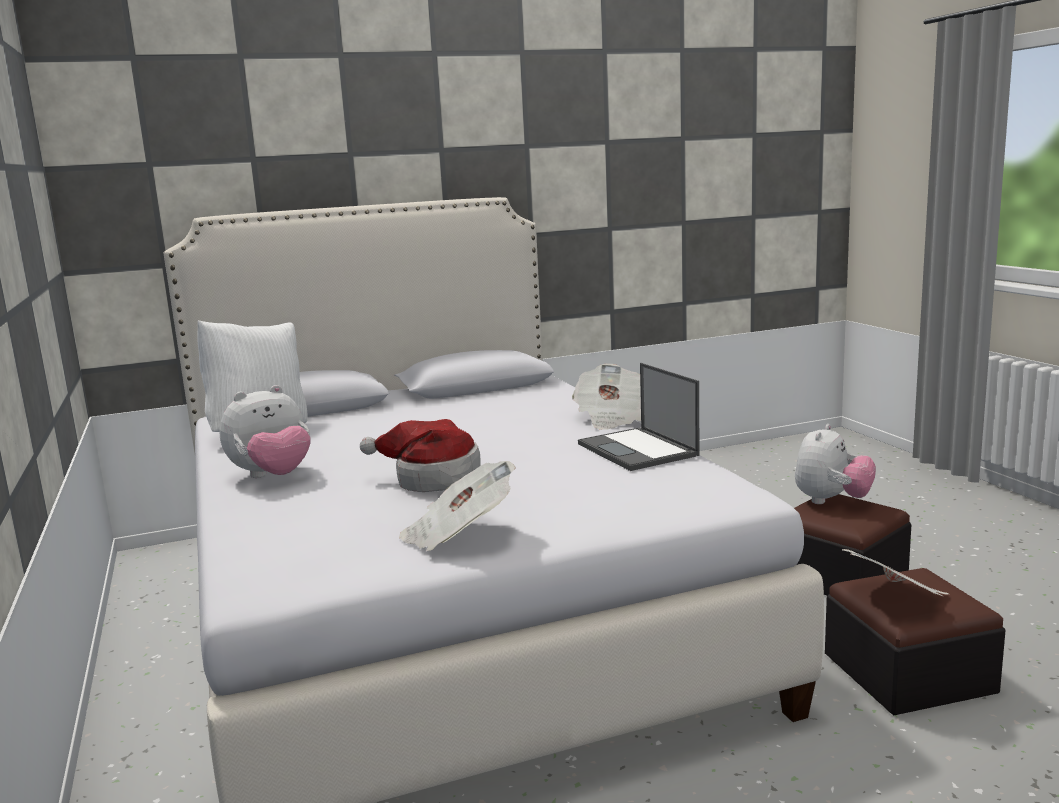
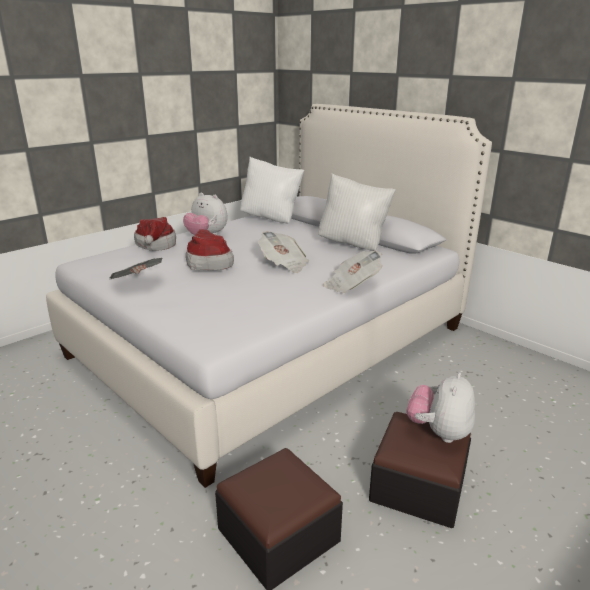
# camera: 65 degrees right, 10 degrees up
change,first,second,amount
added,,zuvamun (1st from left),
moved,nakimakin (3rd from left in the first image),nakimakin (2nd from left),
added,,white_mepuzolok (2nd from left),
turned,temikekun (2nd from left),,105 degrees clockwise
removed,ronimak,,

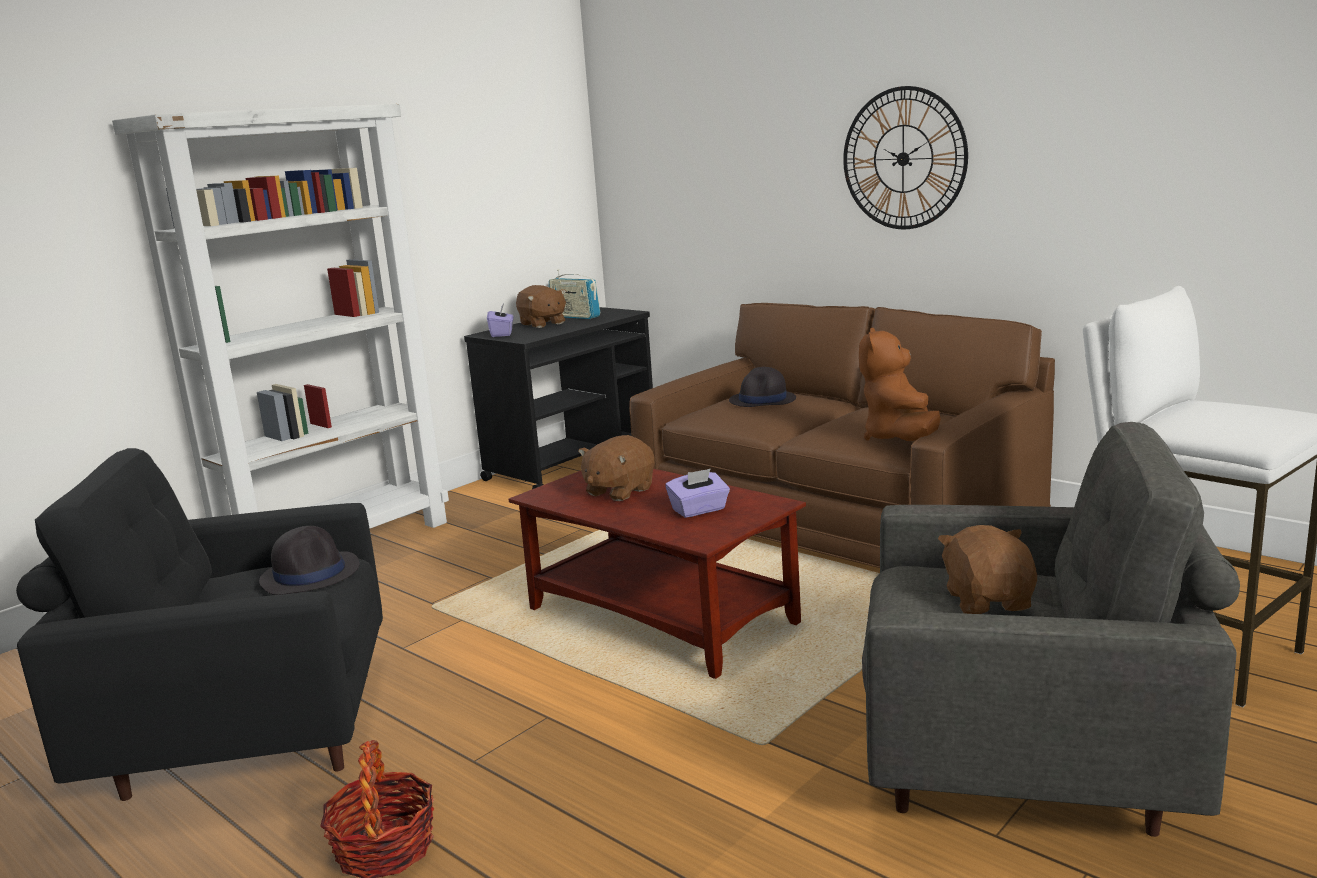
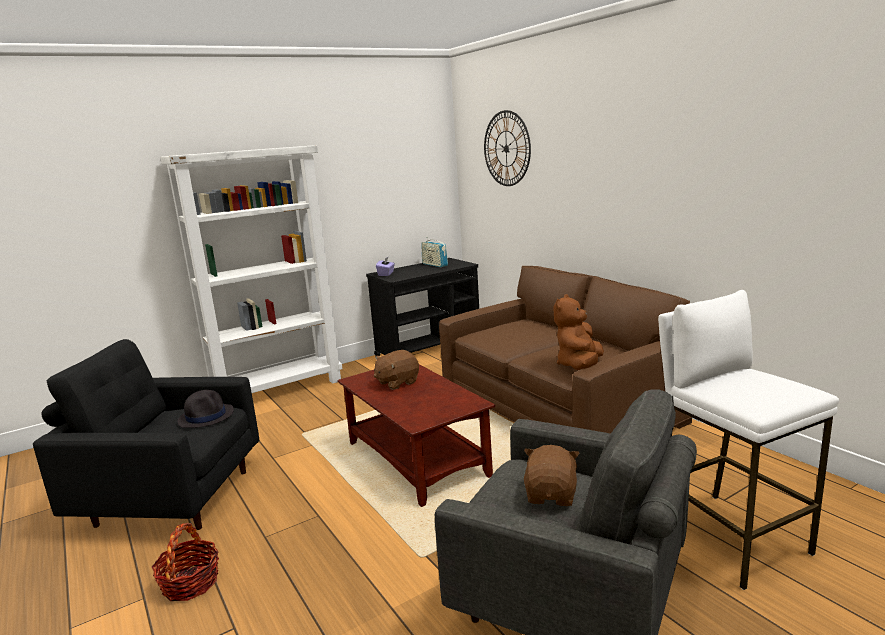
# camera: 15 degrees right, 0 degrees up
change,first,second,amount
moved,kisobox,,
removed,brown_temikekun (1st from left),,
removed,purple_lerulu (2nd from left),,
removed,black_zuvamun (2nd from left),,

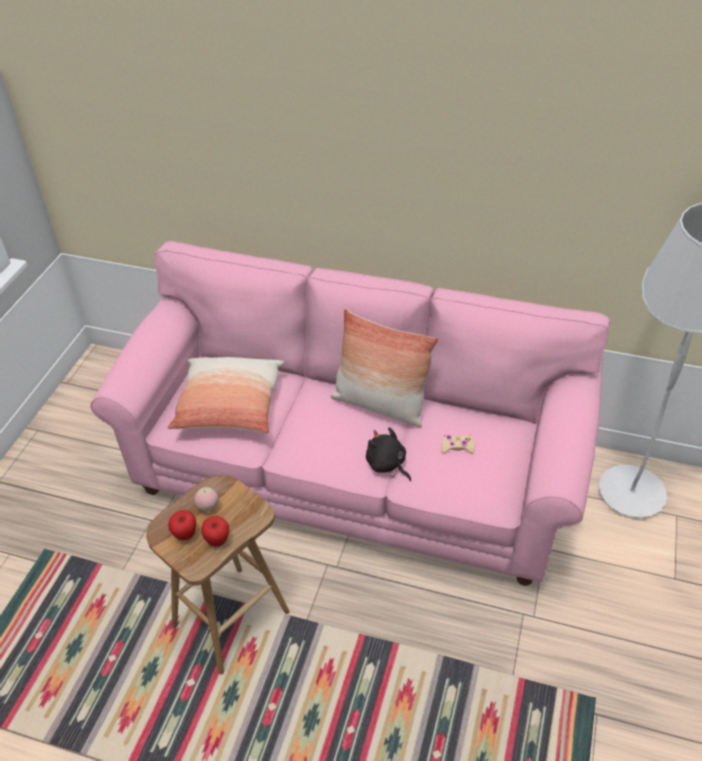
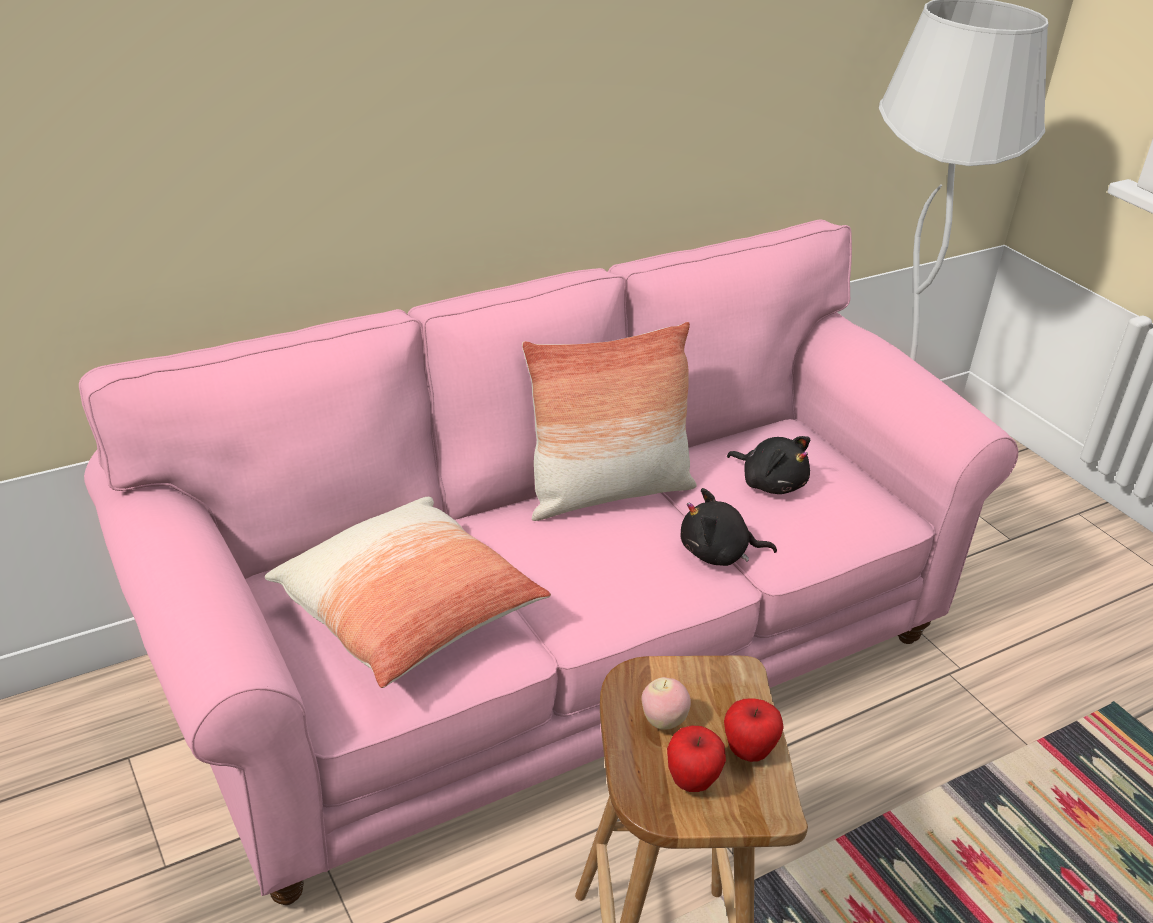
# camera: 50 degrees left, 10 degrees down
change,first,second,amount
replaced,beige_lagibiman,black_temikekun (2nd from left),

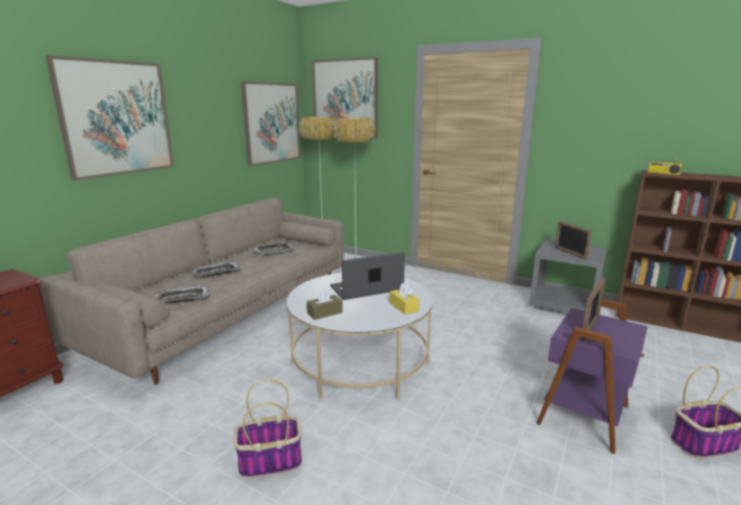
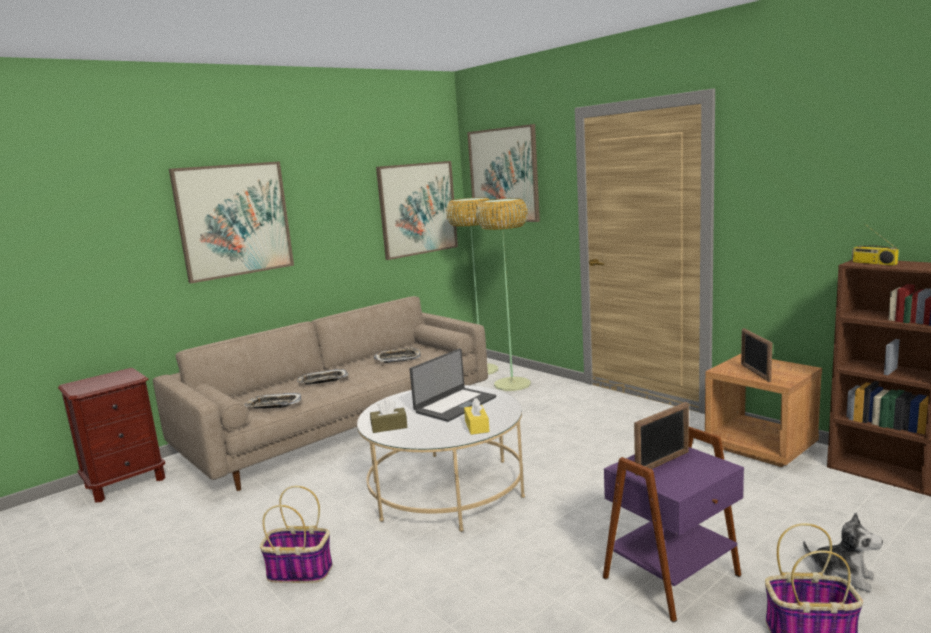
# camera: 20 degrees right, 5 degrees down
change,first,second,amount
turned,ronimak,,135 degrees clockwise
recoloured,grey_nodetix,brown_nodetix (2nd from left),
added,,temikekun,

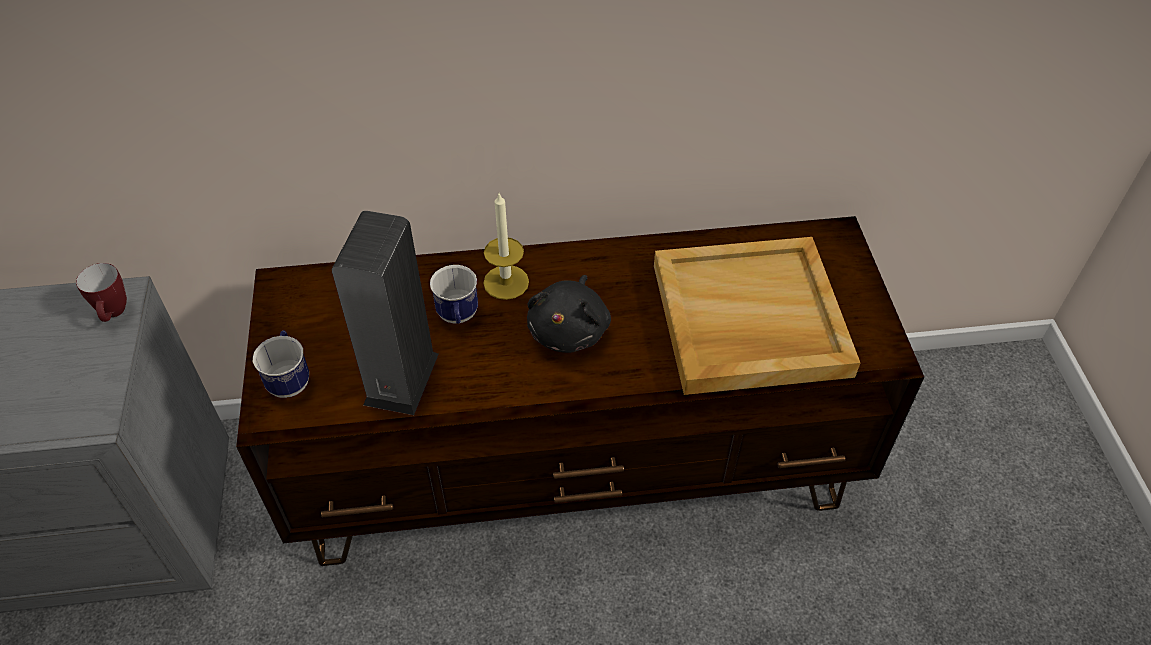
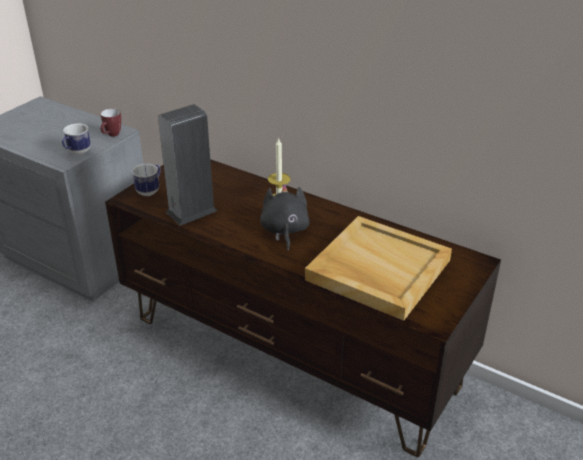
# camera: 40 degrees right, 15 degrees down
change,first,second,amount
moved,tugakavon (3rd from left in the first image),tugakavon (1st from left),
turned,black_temikekun,,120 degrees clockwise

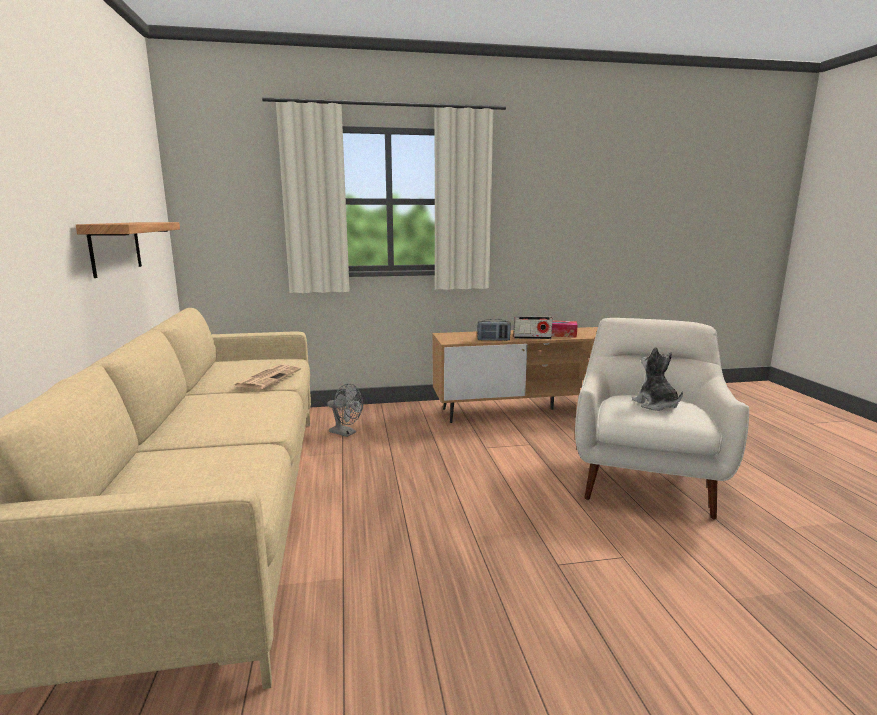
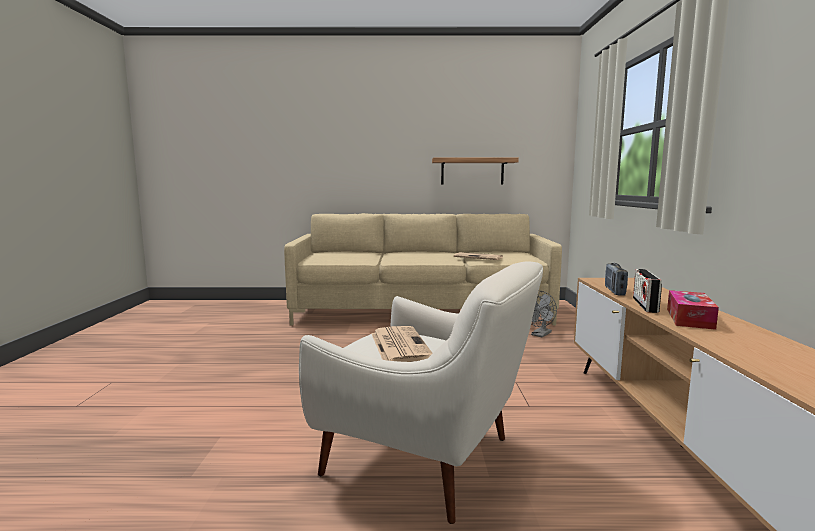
# camera: 100 degrees right, 5 degrees down
change,first,second,amount
replaced,temikekun,nakimakin (1st from left),

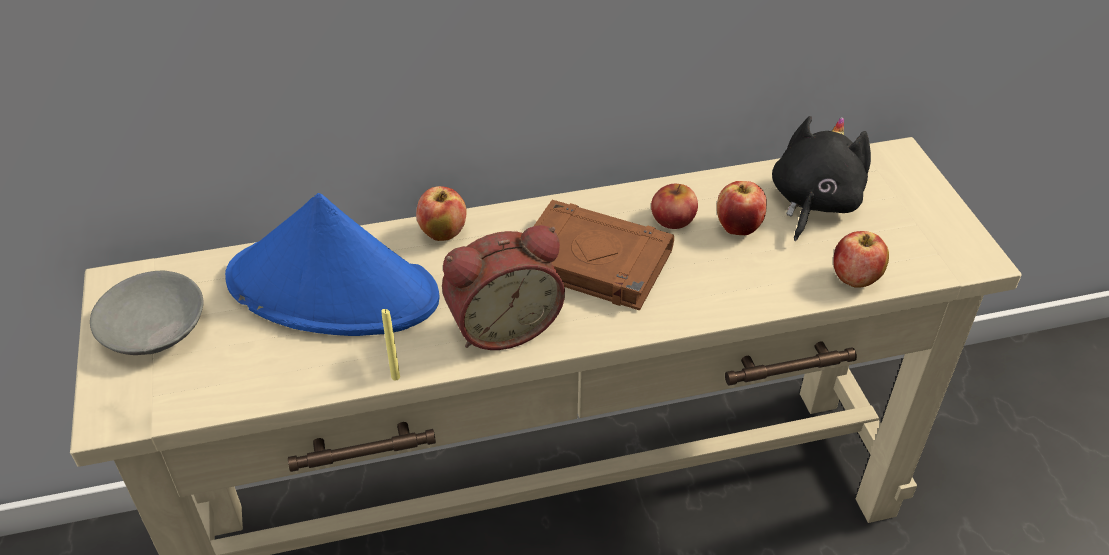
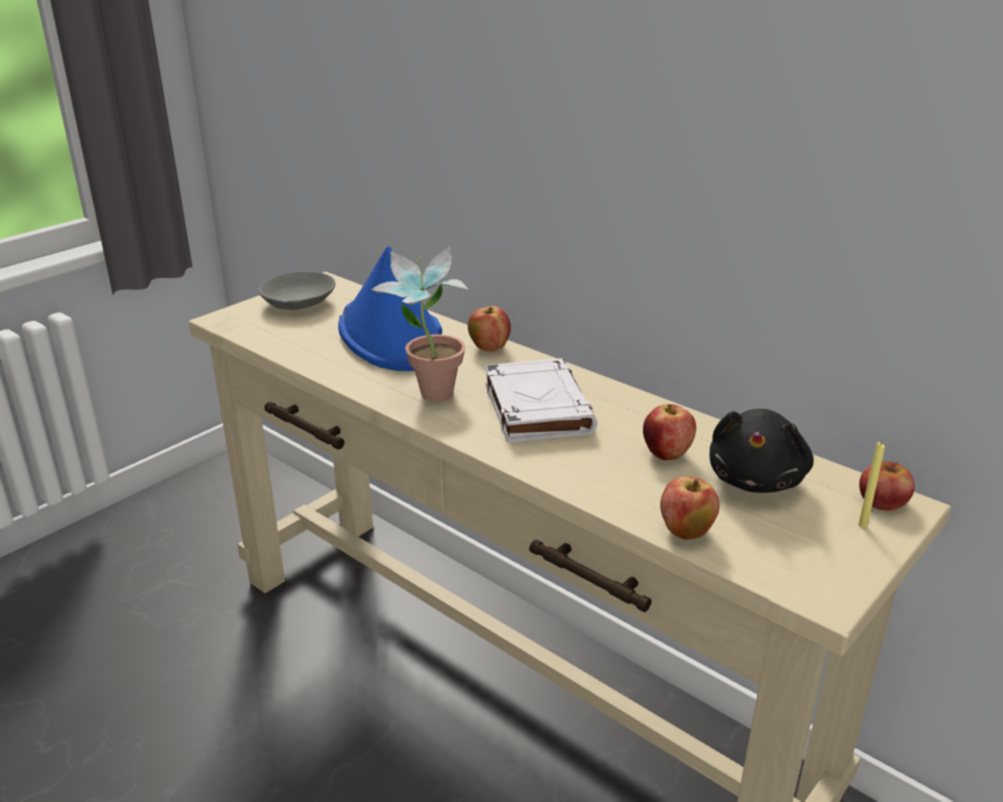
# camera: 55 degrees right, 15 degrees down
change,first,second,amount
replaced,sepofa,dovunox,
recoloured,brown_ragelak,white_ragelak,
turned,black_temikekun,,120 degrees clockwise
moved,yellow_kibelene,,
moved,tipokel (2nd from left in the first image),tipokel (4th from left),

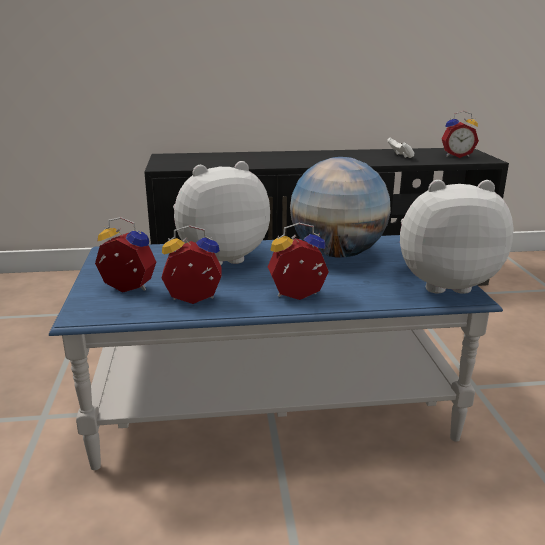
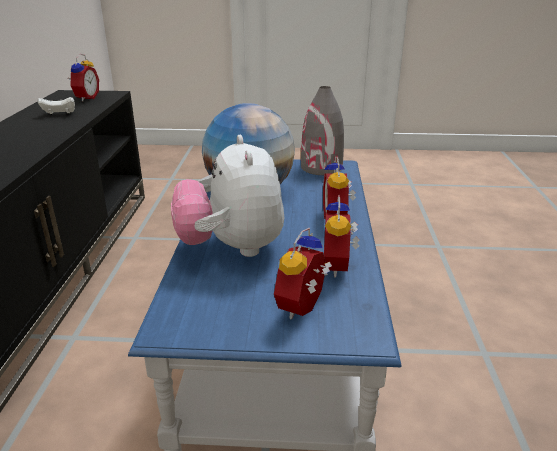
# camera: 80 degrees left, 5 degrees up
change,first,second,amount
replaced,temikekun (2nd from left),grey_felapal,

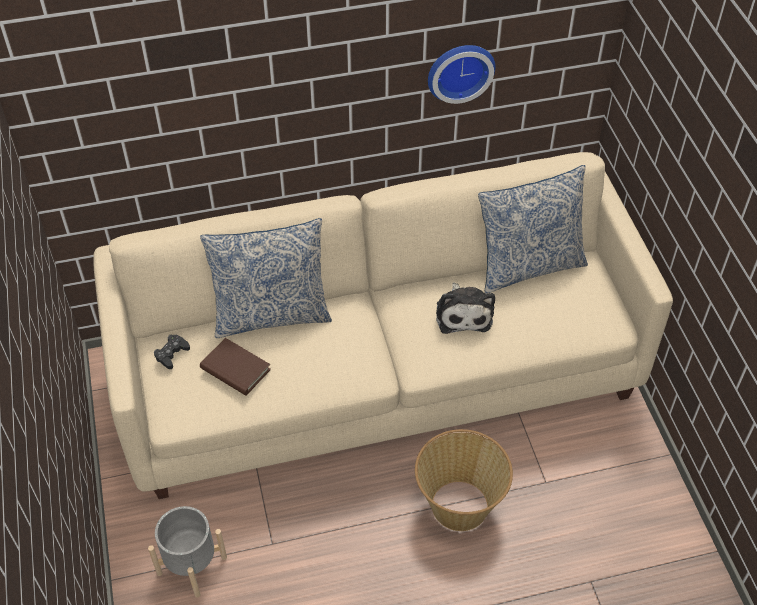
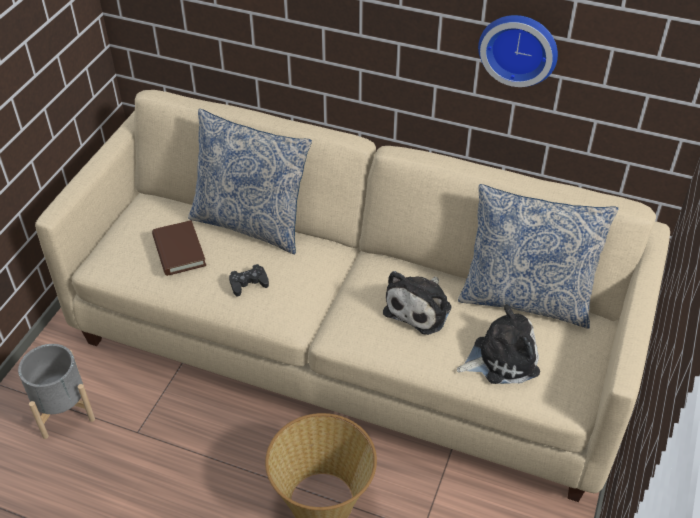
# camera: 35 degrees right, 5 degrees down
change,first,second,amount
moved,black_lagibiman,,
added,,temikekun (2nd from left),

